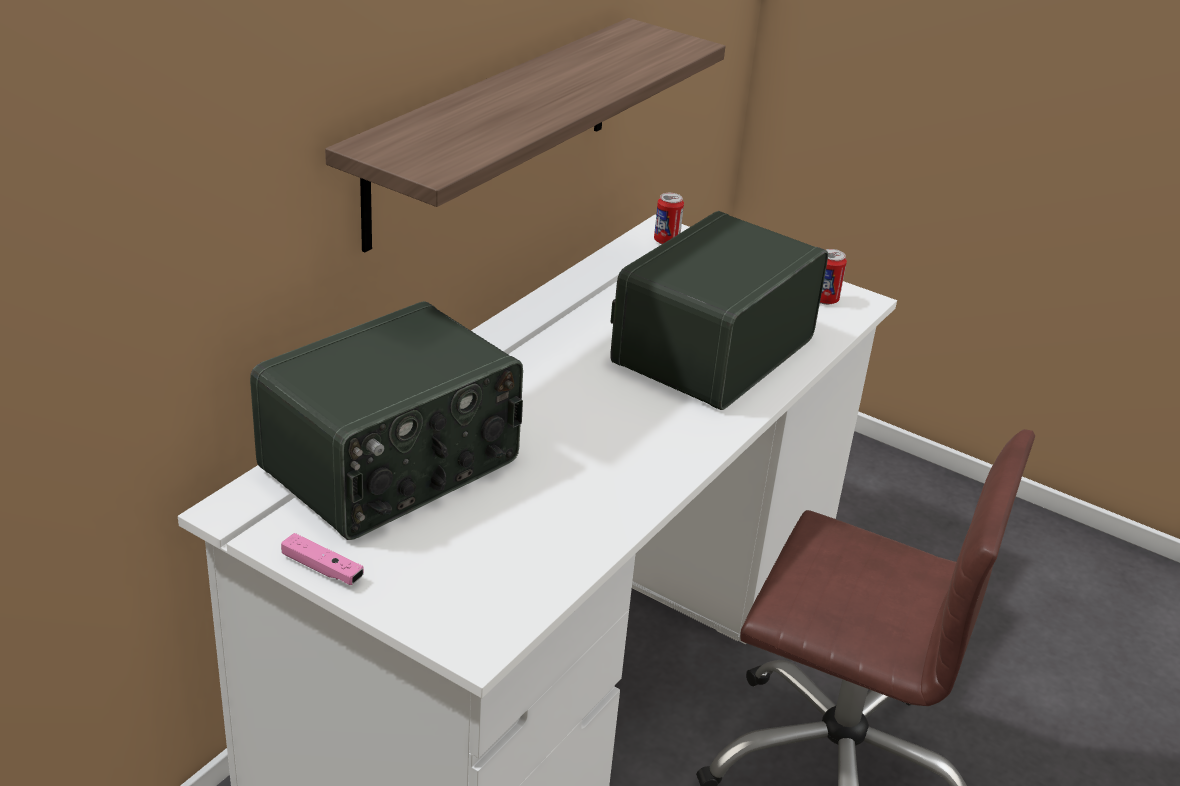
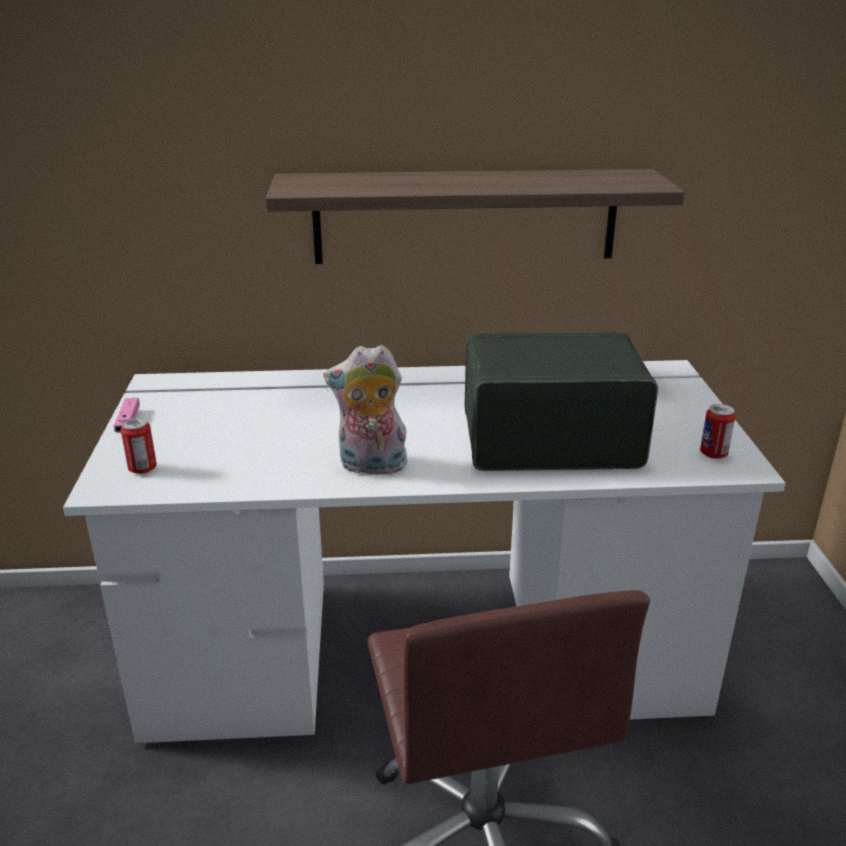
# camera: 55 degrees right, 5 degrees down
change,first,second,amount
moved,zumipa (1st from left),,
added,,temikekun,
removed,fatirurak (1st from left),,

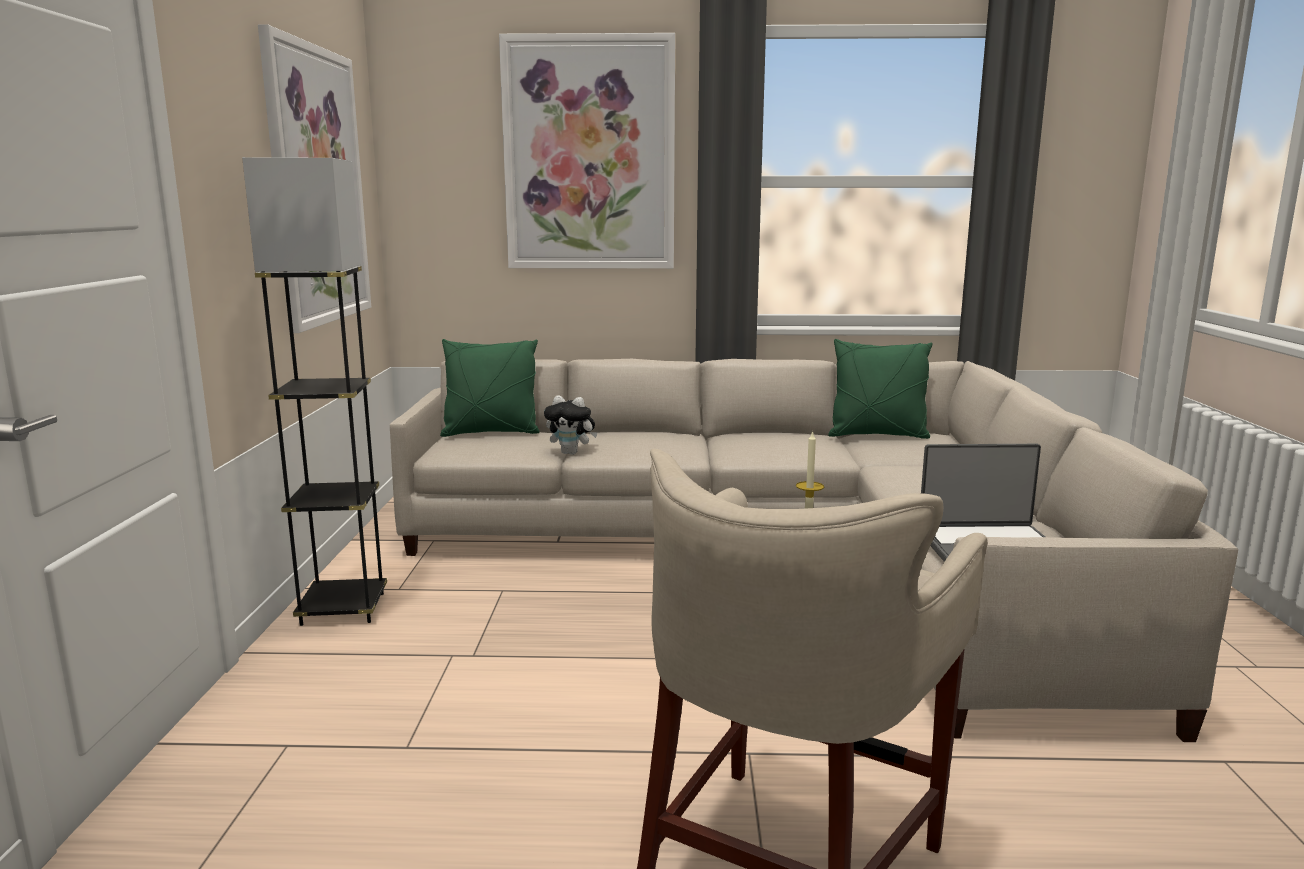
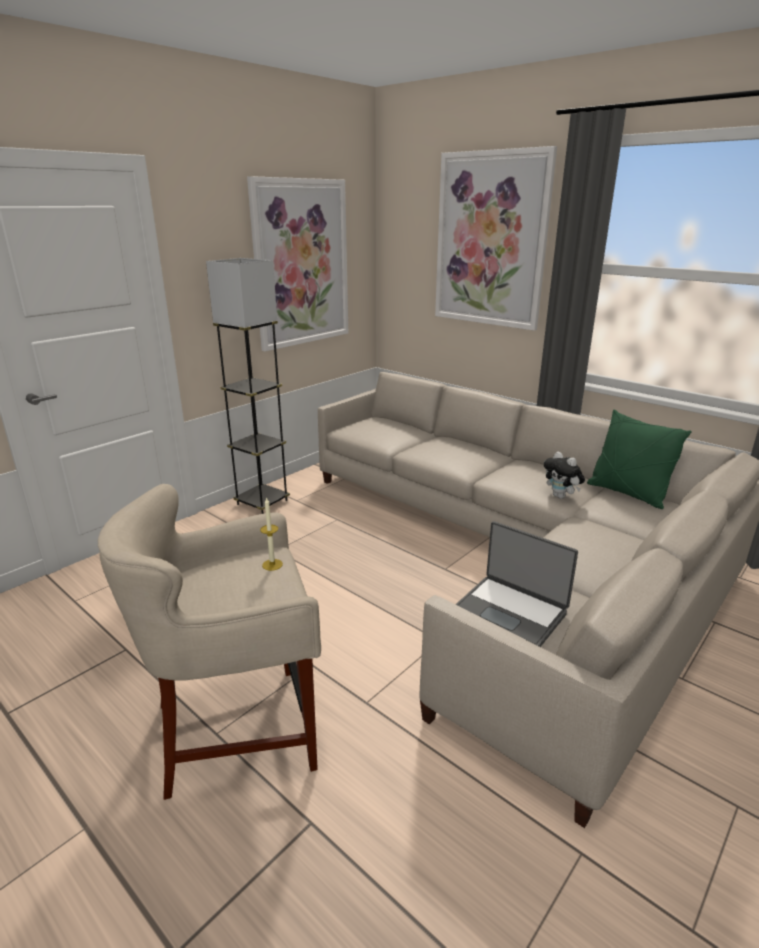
# camera: 40 degrees right, 10 degrees up
change,first,second,amount
moved,temikekun,,
removed,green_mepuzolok (1st from left),,

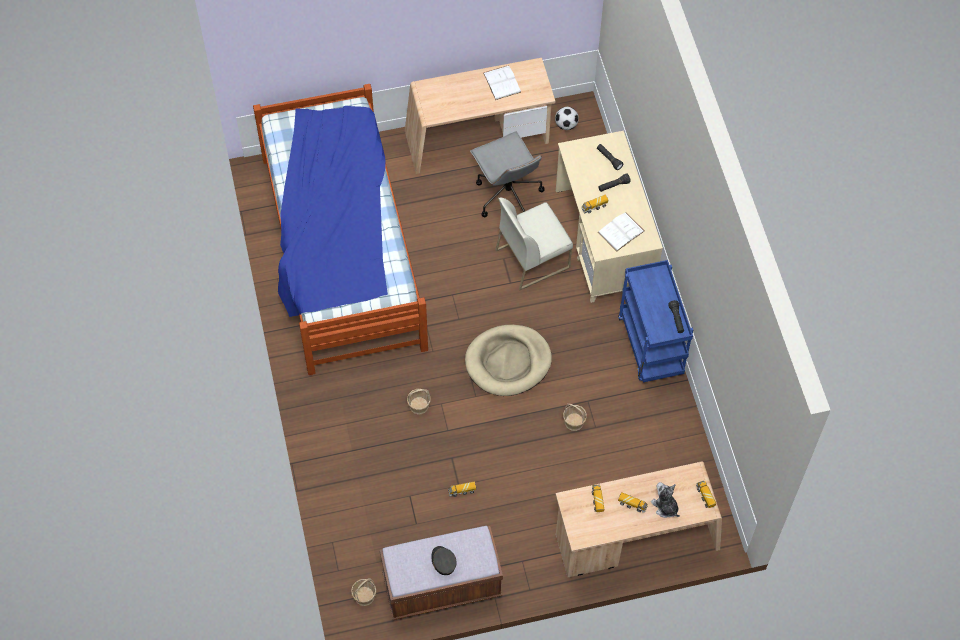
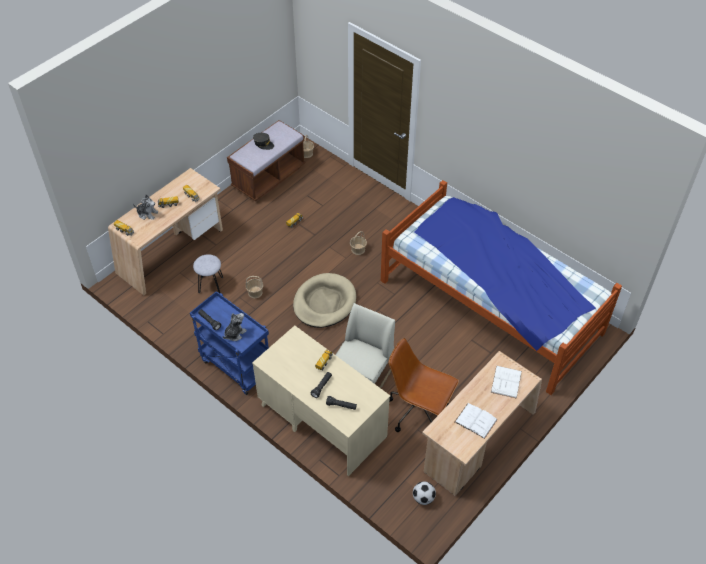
# camera: 145 degrees right, 10 degrees down
change,first,second,amount
added,,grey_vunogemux,
added,,temikekun (2nd from left),
recoloured,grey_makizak,brown_makizak,
moved,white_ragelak (2nd from left),,

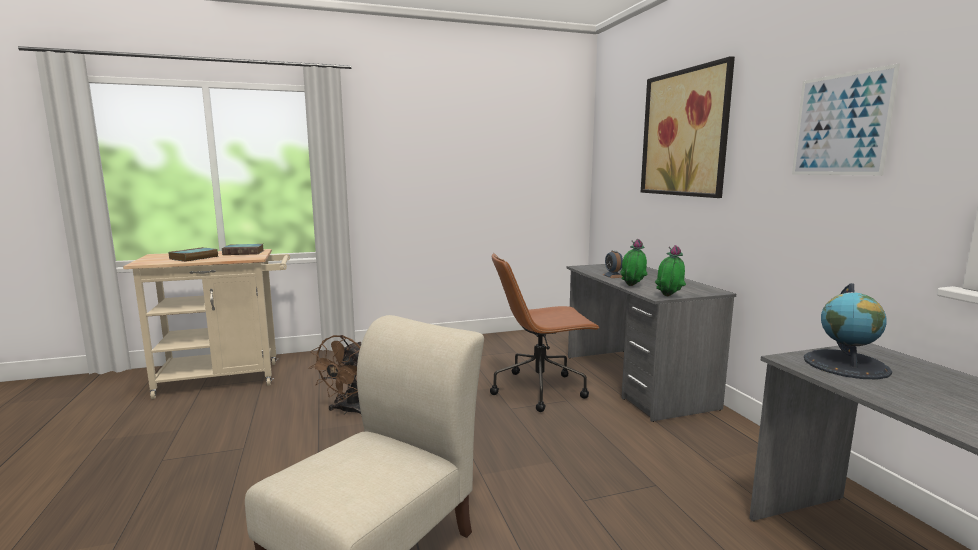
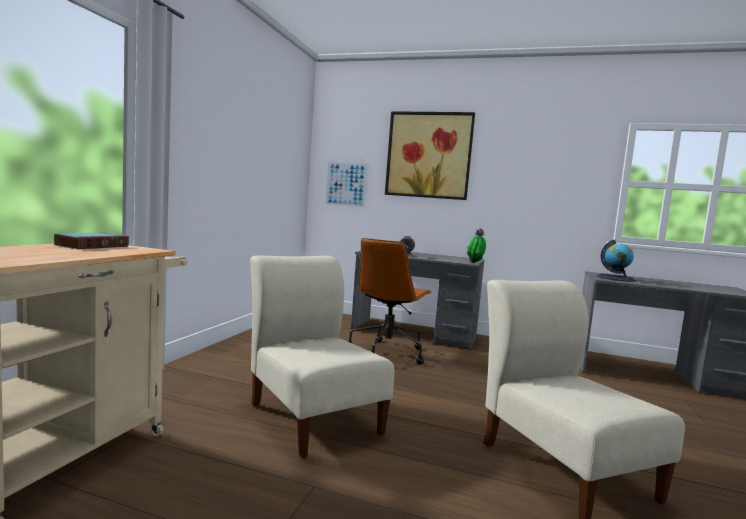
# camera: 55 degrees left, 5 degrees down
change,first,second,amount
replaced,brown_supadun,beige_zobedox (1st from left),
moved,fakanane (2nd from left in the first image),fakanane (1st from left),
removed,ragelak (1st from left),,
removed,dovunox (1st from left),,

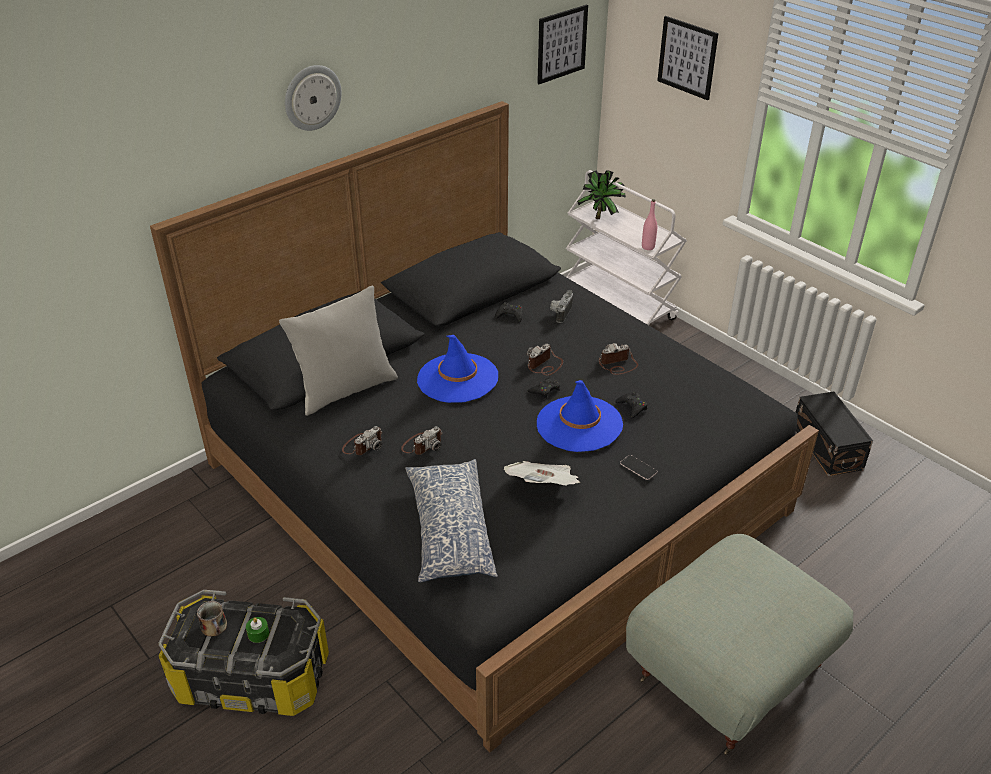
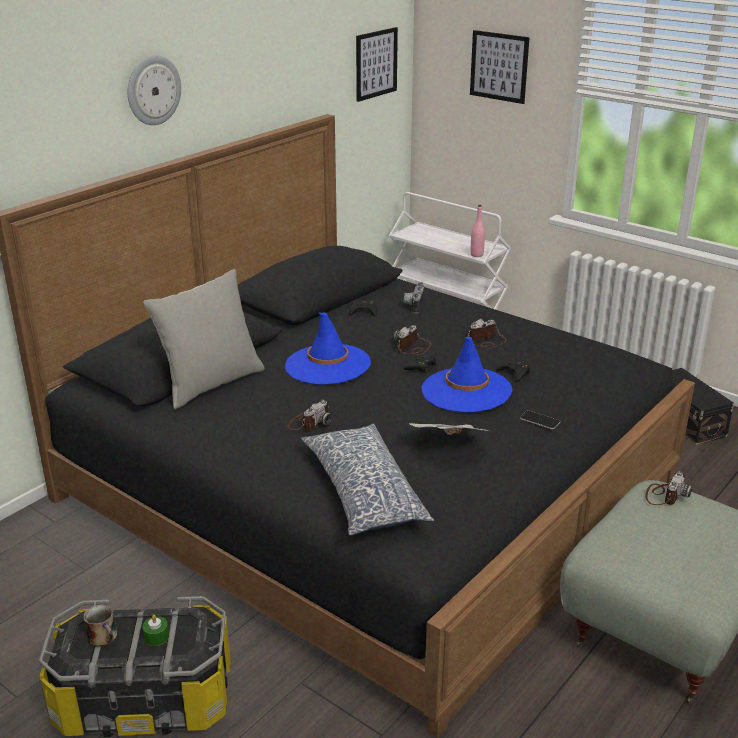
# camera: 10 degrees left, 10 degrees down
change,first,second,amount
moved,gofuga (1st from left in the first image),gofuga (5th from left),
removed,dovunox,,

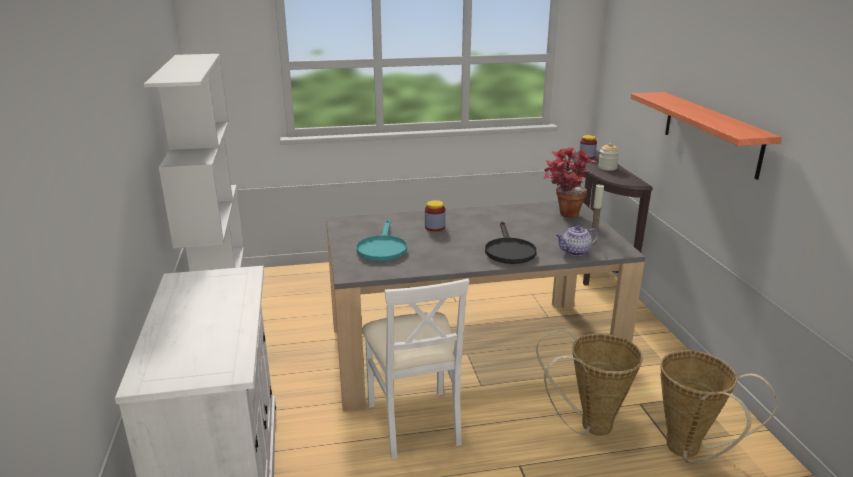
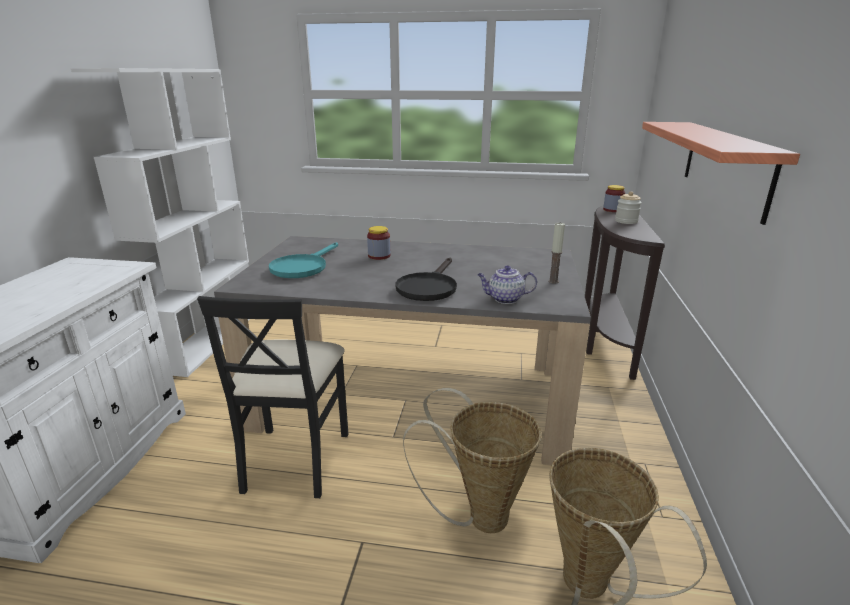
# camera: 20 degrees right, 0 degrees up
change,first,second,amount
recoloured,white_zobedox,black_zobedox,
removed,dovunox,,

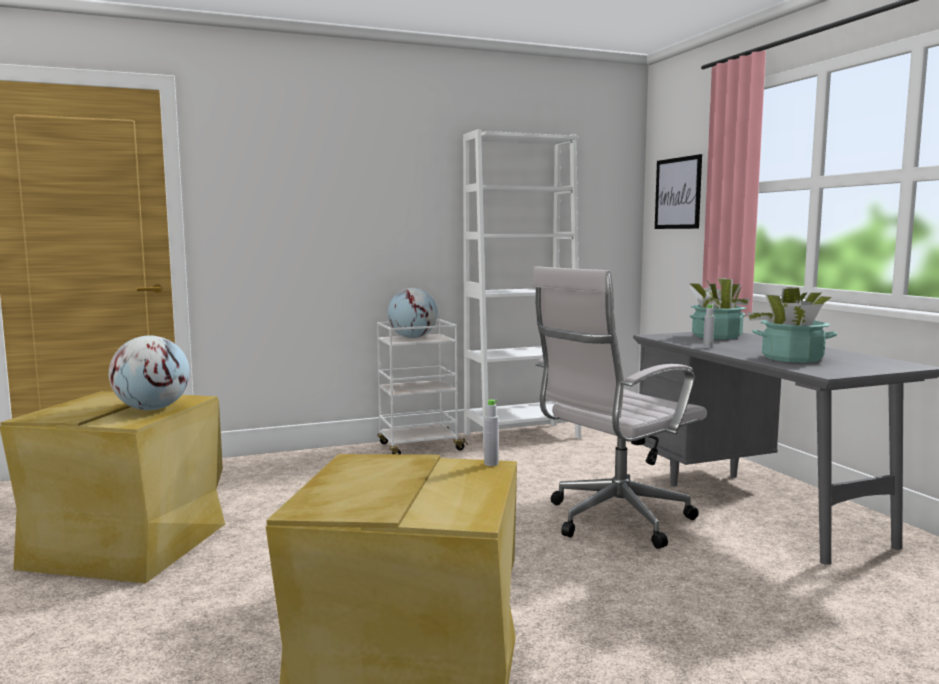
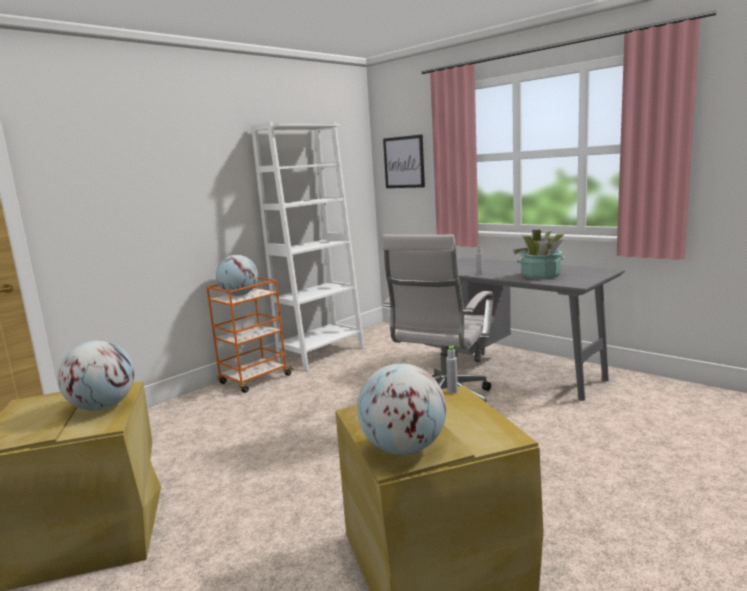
# camera: 25 degrees left, 5 degrees up
change,first,second,amount
recoloured,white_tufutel,orange_tufutel,
added,,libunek (3rd from left),
removed,dovunox (1st from left),,

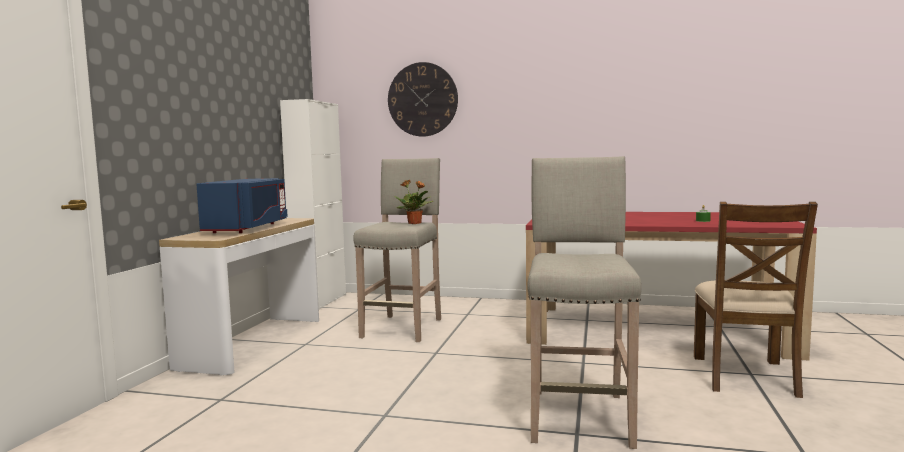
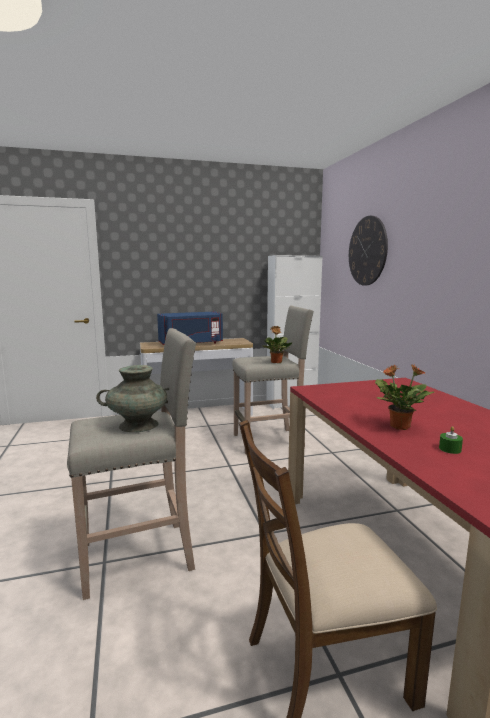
# camera: 60 degrees right, 5 degrees up
change,first,second,amount
added,,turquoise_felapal,
added,,dovunox (2nd from left),

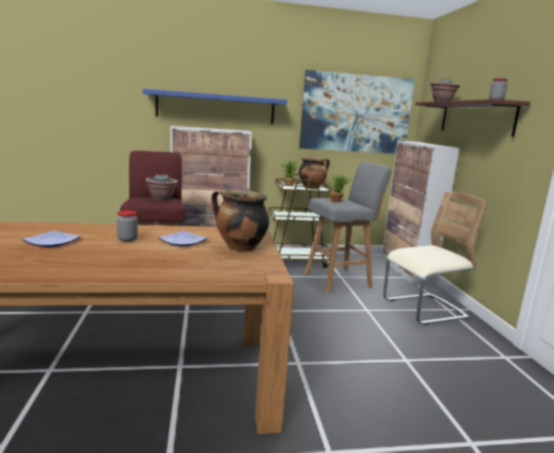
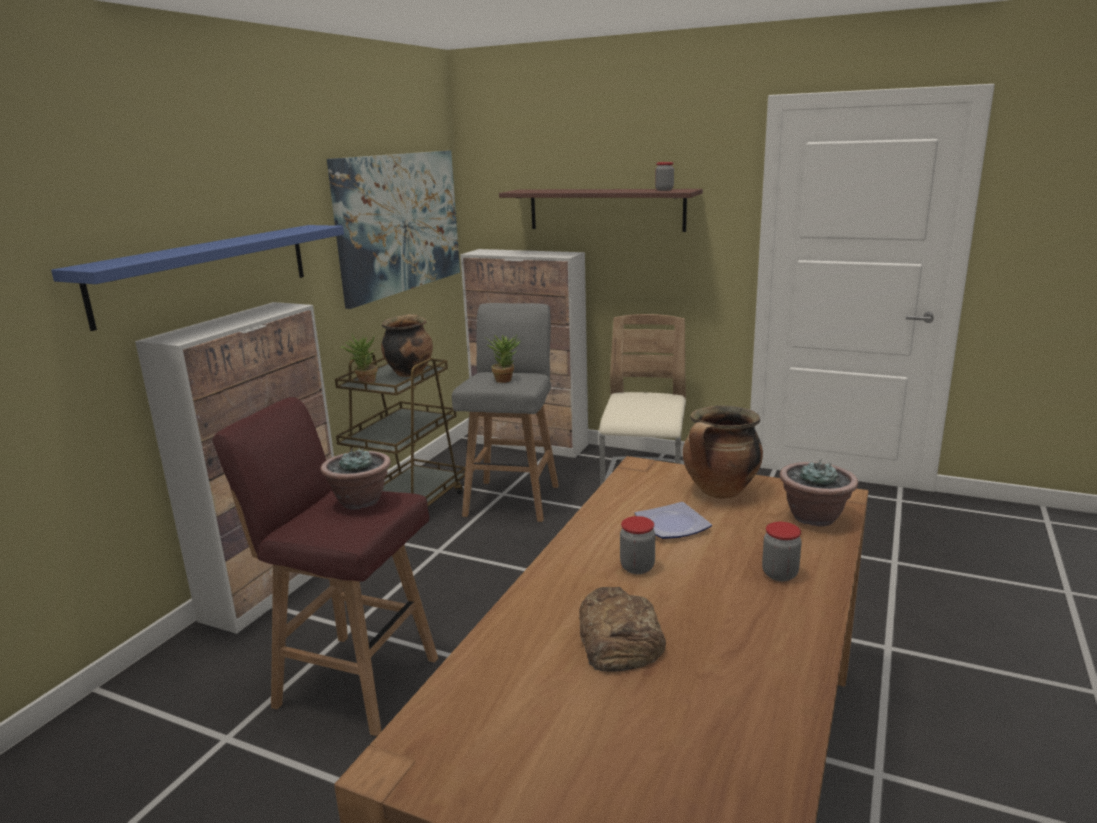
# camera: 55 degrees left, 5 degrees up
change,first,second,amount
replaced,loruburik (1st from left),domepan,
added,,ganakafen (3rd from left),
moved,dovunox (4th from left),,

